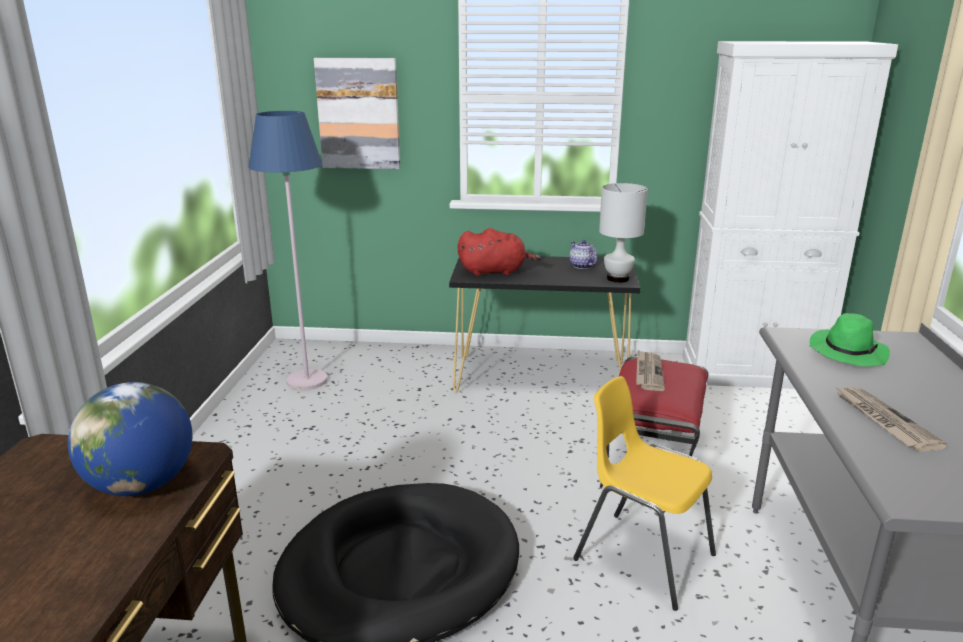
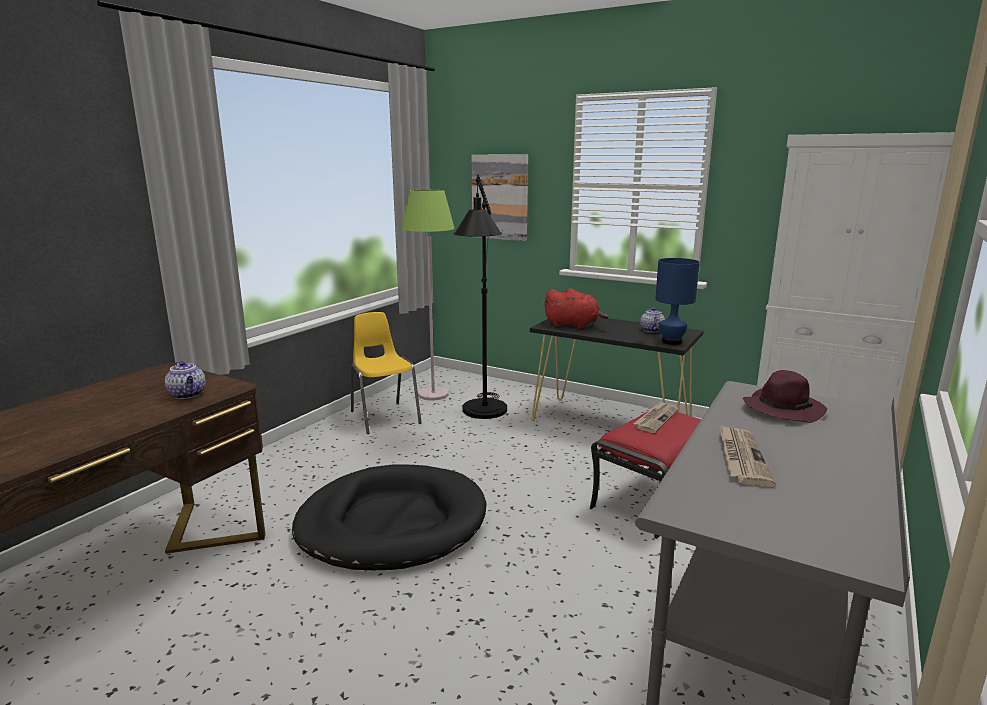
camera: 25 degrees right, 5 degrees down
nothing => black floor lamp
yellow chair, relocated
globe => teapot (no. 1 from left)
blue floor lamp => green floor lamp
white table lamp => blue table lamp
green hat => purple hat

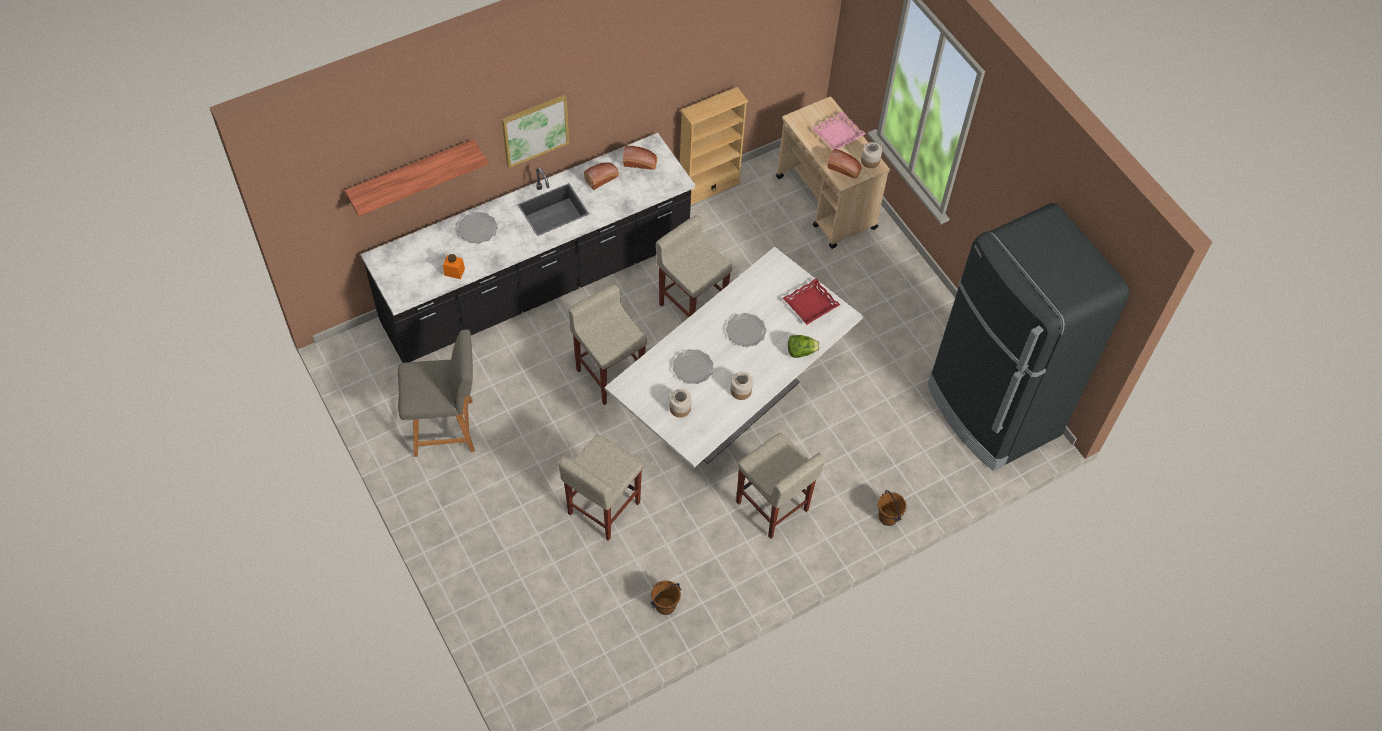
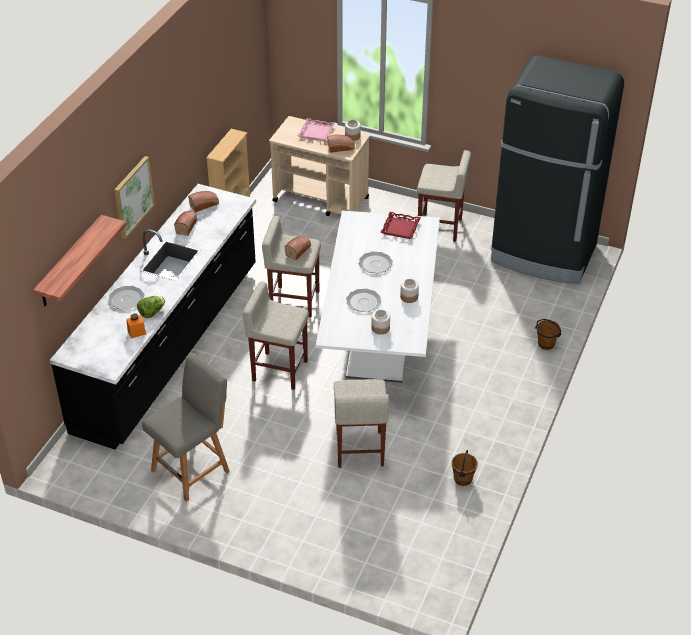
camera: 35 degrees left, 15 degrees down
nothing => bread (no. 3 from left)
beige stool (no. 4 from left), relocated
lettuce, relocated

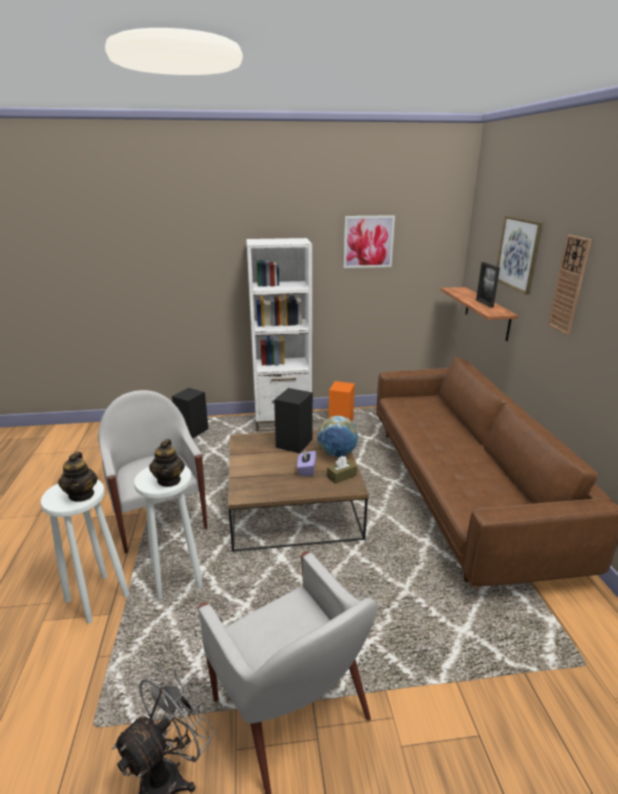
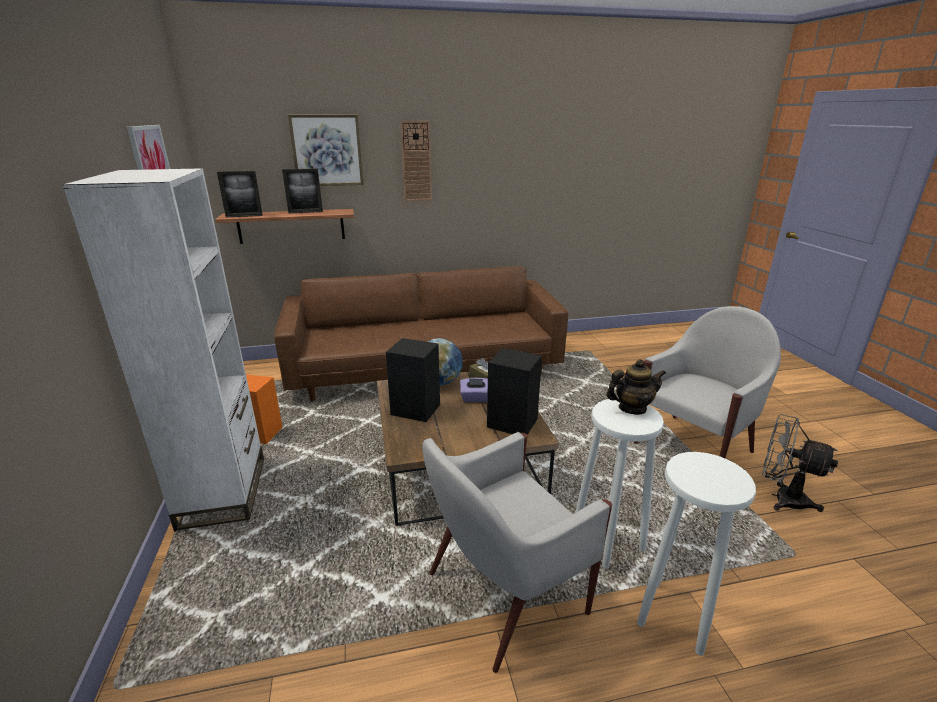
camera: 95 degrees left, 0 degrees up
teapot (no. 1 from left) => nothing
nothing => picture frame (no. 1 from left)
black speaker (no. 1 from left in the first image) => black speaker (no. 2 from left), relocated

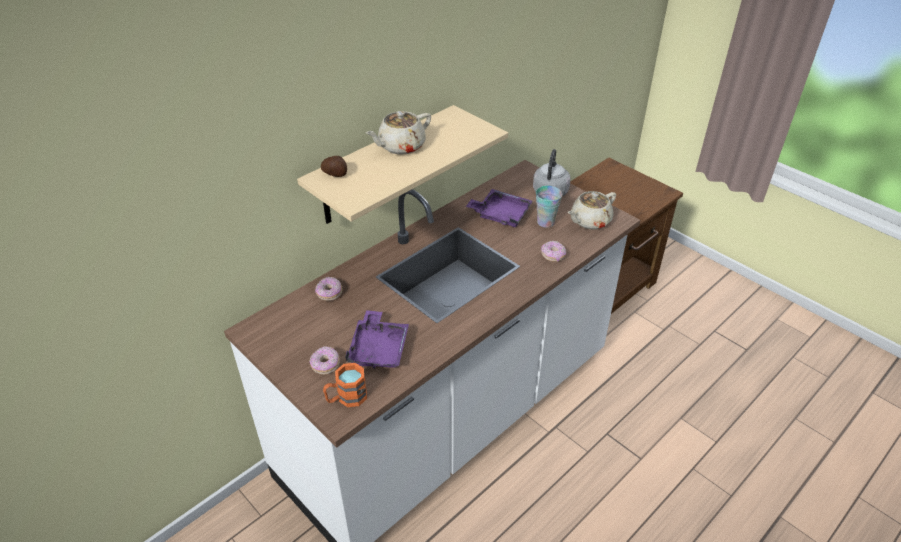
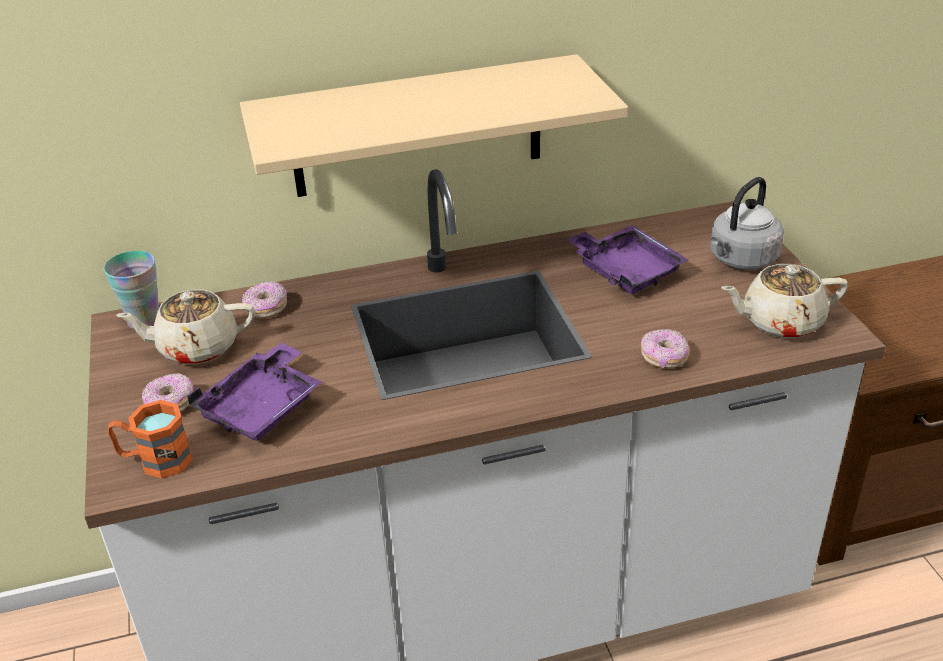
camera: 30 degrees right, 5 degrees down
potato => nothing
beige teapot (no. 1 from left), relocated
cup, relocated

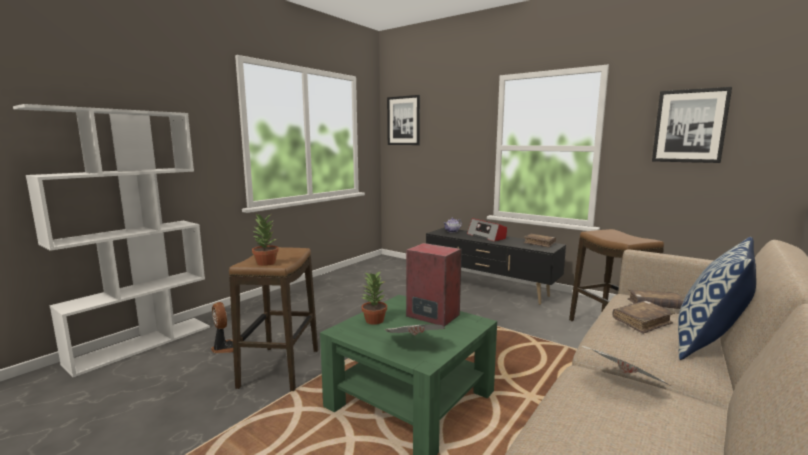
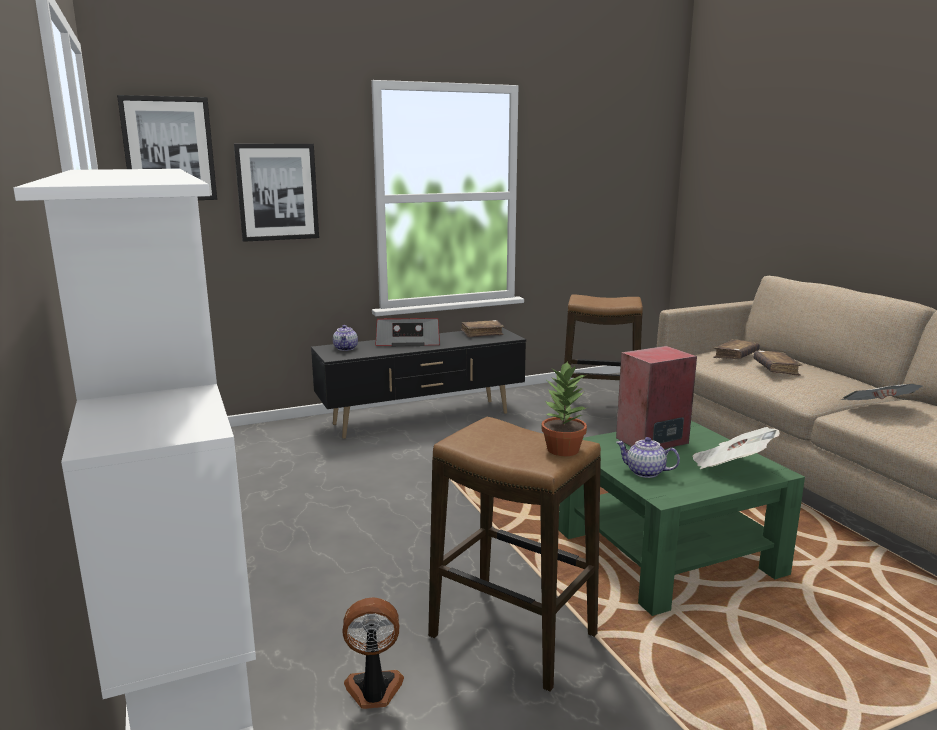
camera: 60 degrees left, 5 degrees up
pillow => nothing
picture (no. 2 from left), relocated
potted plant (no. 2 from left) => teapot (no. 2 from left)

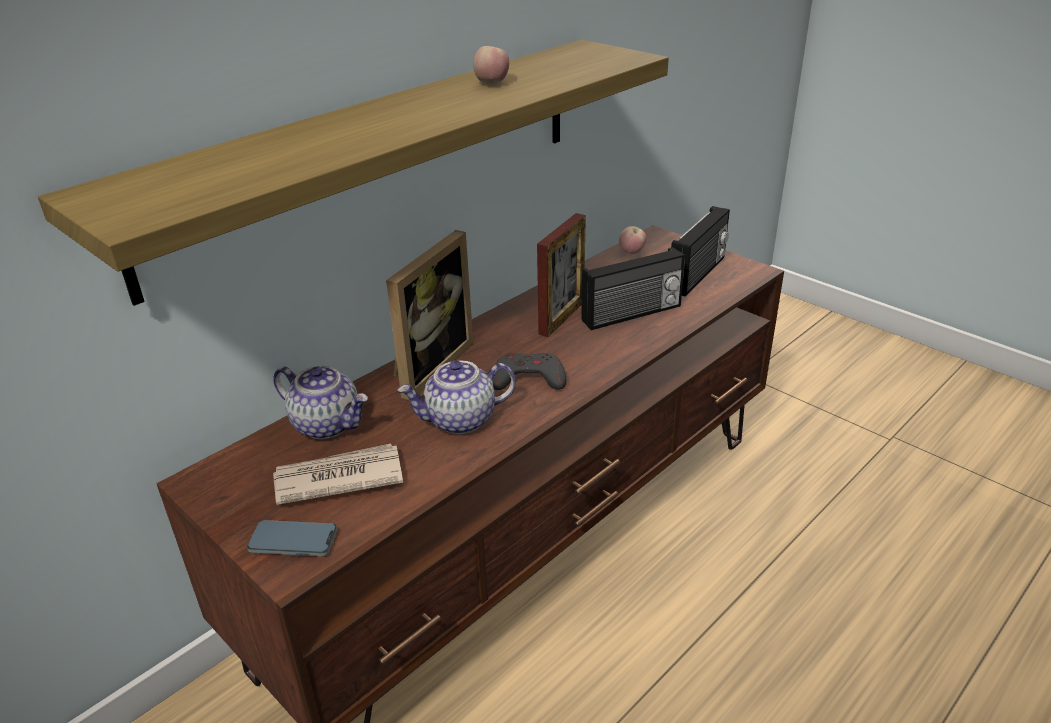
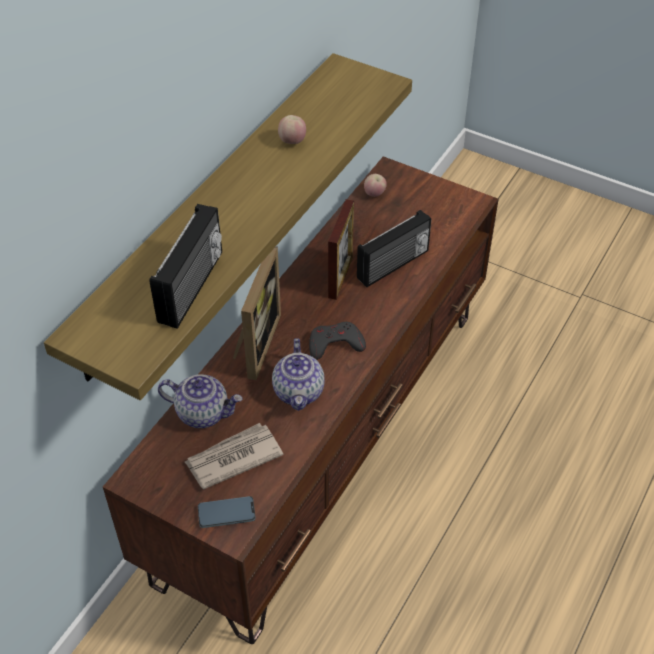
camera: 15 degrees left, 15 degrees up
radio (no. 2 from left in the first image) => radio (no. 1 from left), relocated
teapot (no. 2 from left), 60 degrees counterclockwise

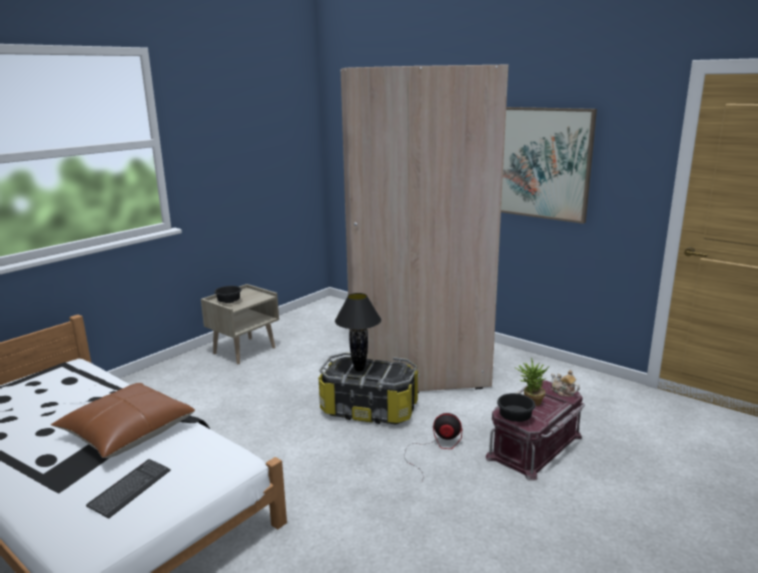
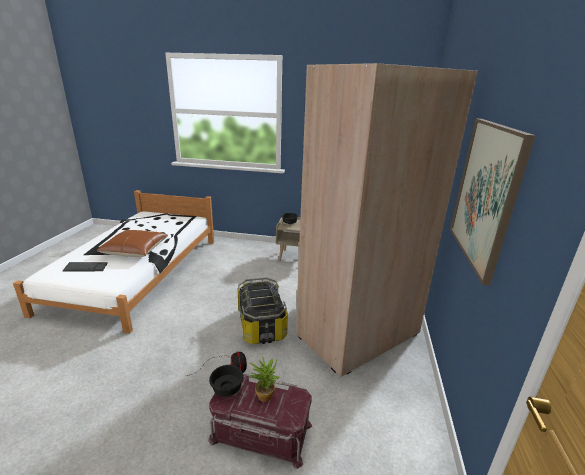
camera: 60 degrees right, 5 degrees up
black table lamp => nothing
teapot => nothing

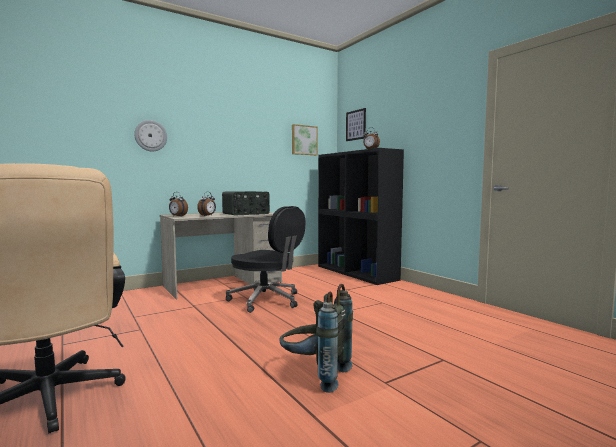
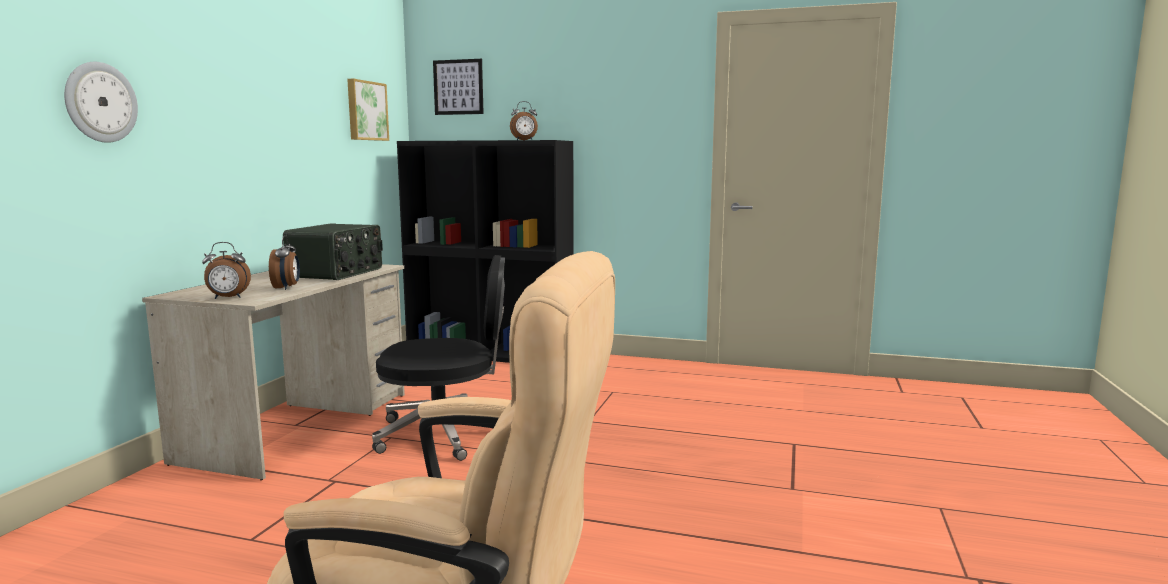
camera: 40 degrees left, 5 degrees up
grey backpack => nothing

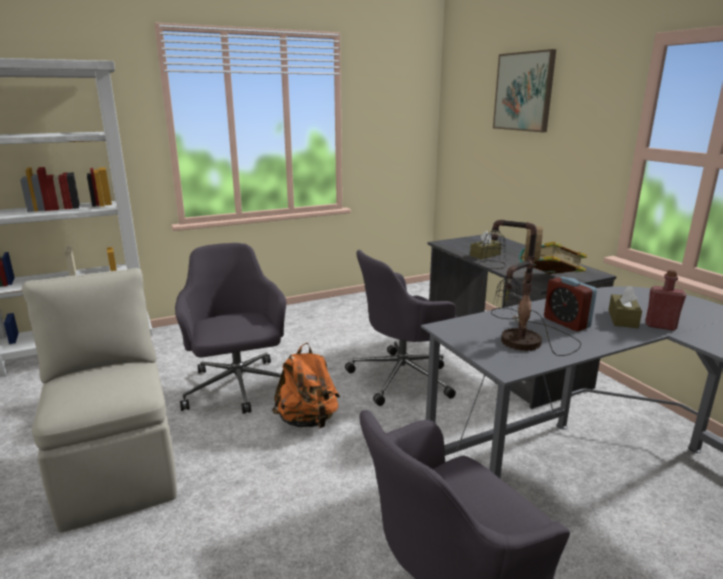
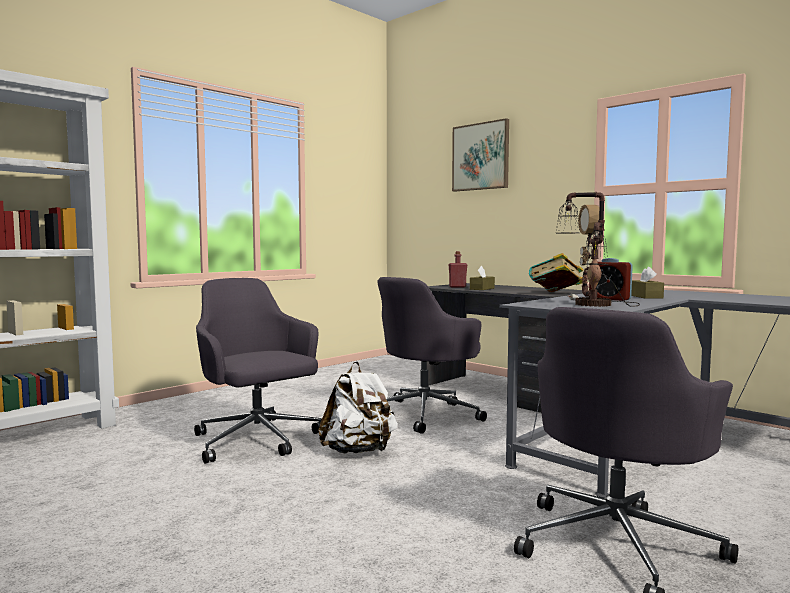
camera: 20 degrees left, 15 degrees down
beige chair => nothing
red bottle, relocated
orange backpack => white backpack

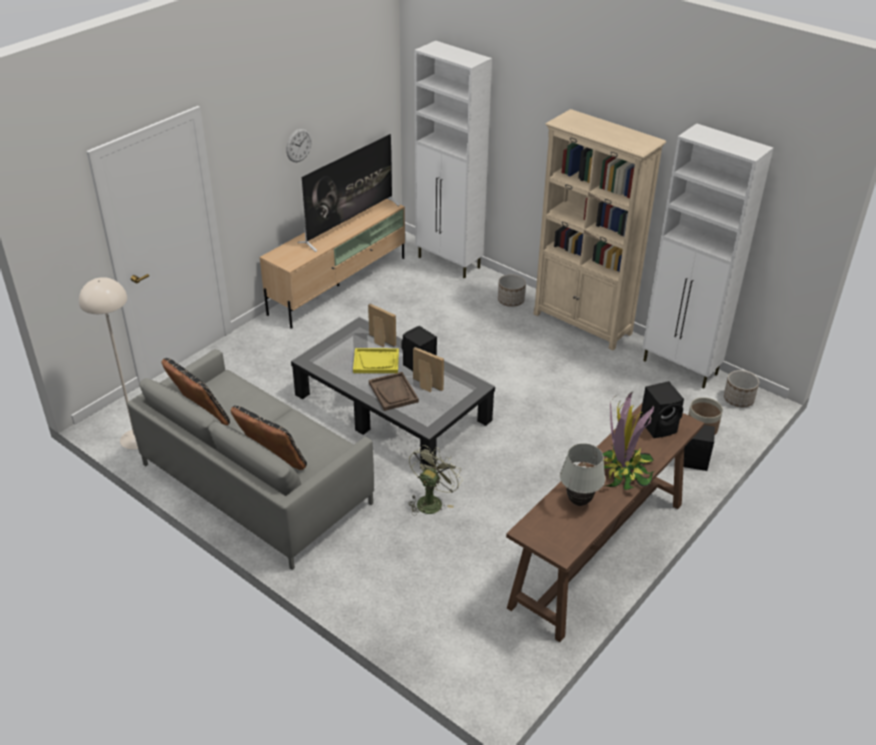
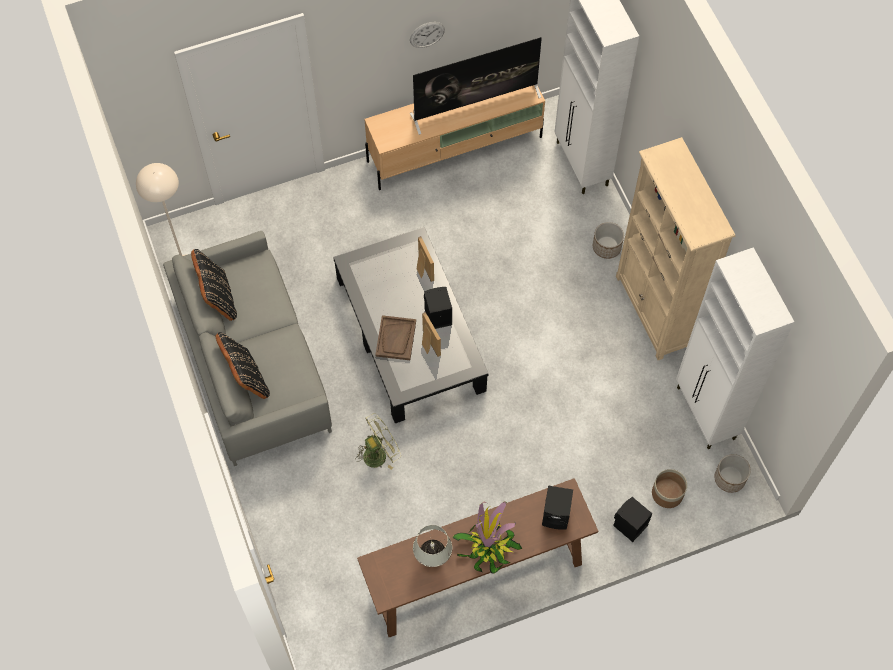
camera: 30 degrees right, 25 degrees up
yellow tray => nothing

